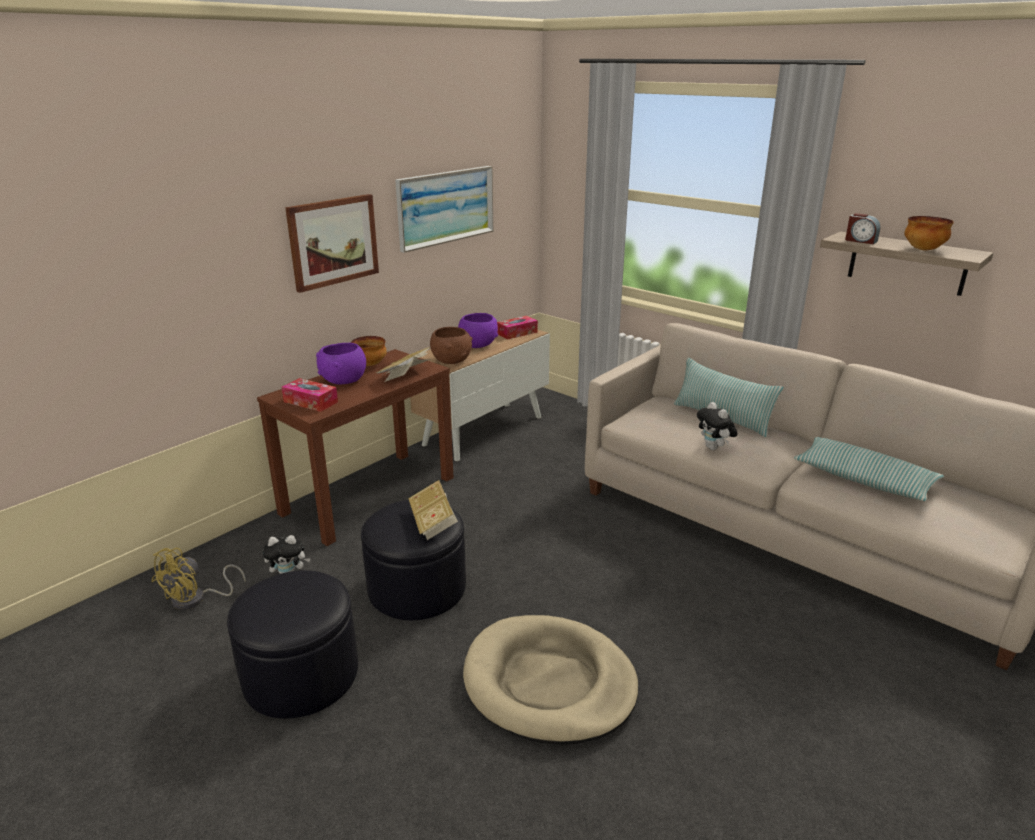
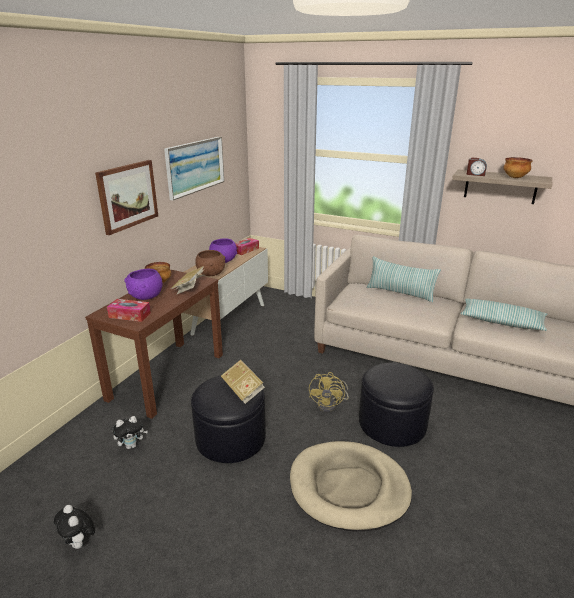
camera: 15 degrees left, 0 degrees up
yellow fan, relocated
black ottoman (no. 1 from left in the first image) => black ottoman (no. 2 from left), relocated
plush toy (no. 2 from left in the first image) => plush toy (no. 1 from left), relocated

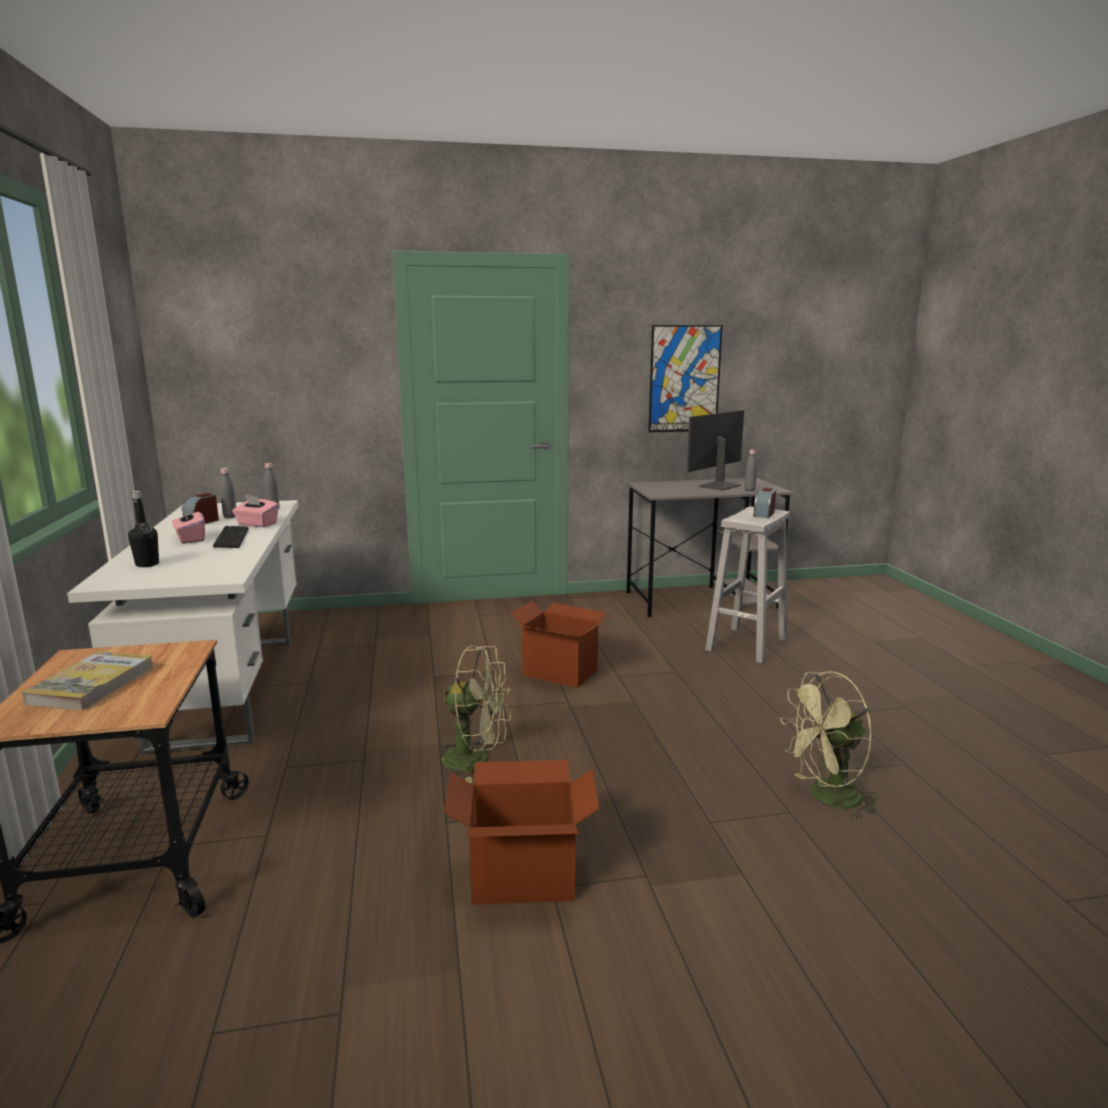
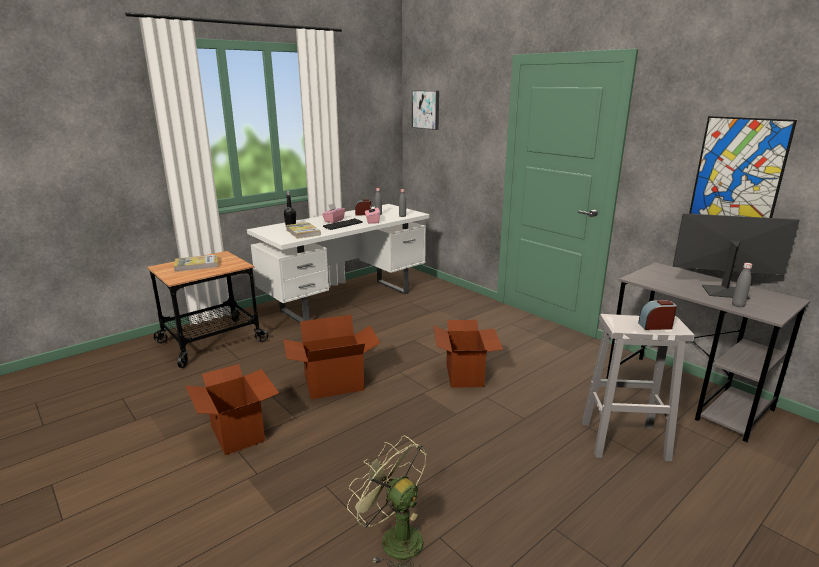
camera: 60 degrees right, 5 degrees up
nothing => book (no. 2 from left)
nothing => picture (no. 1 from left)
green fan (no. 1 from left) => cardboard box (no. 2 from left)

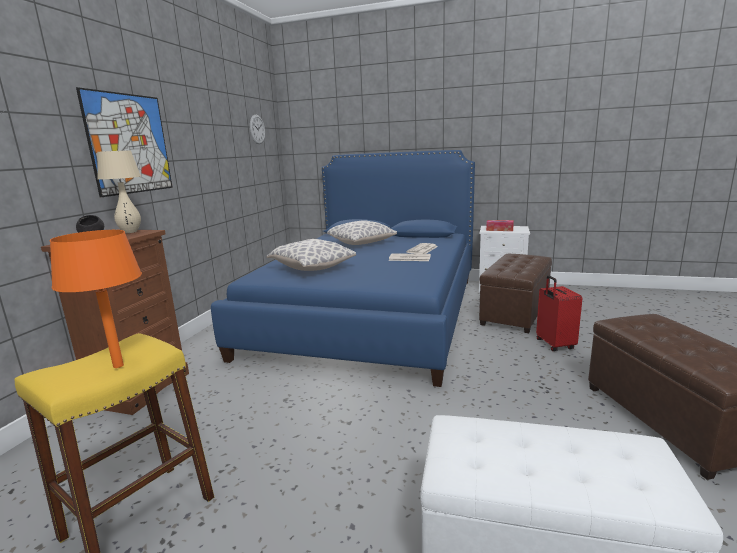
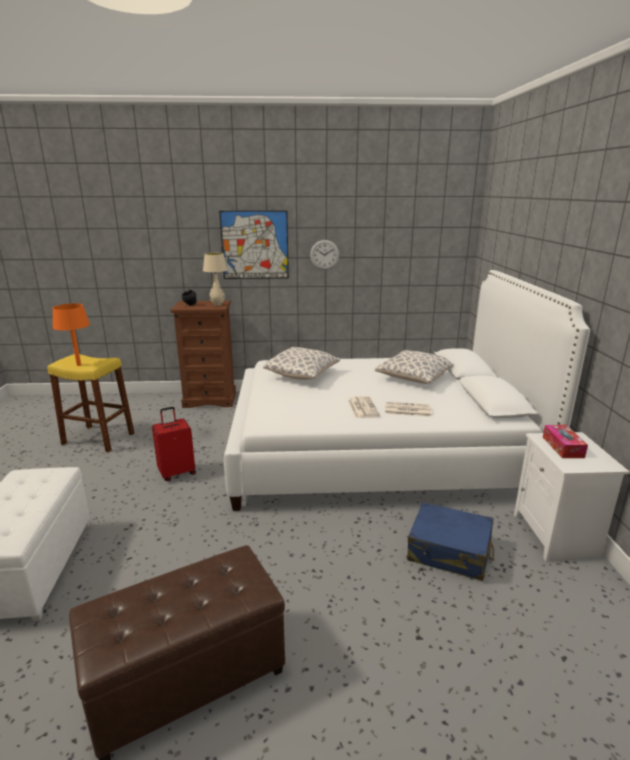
camera: 70 degrees right, 5 degrees up
wall clock, relocated
red suitcase, relocated
brown ottoman (no. 1 from left) => blue suitcase
blue bed => white bed

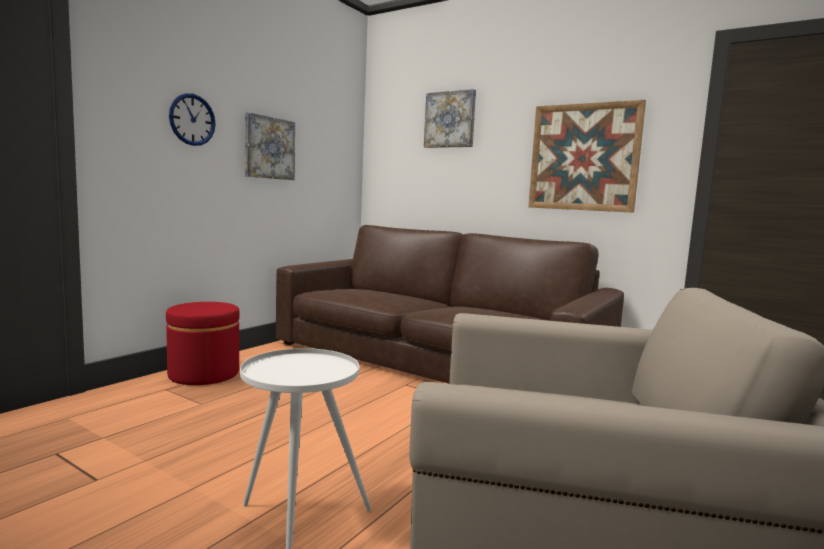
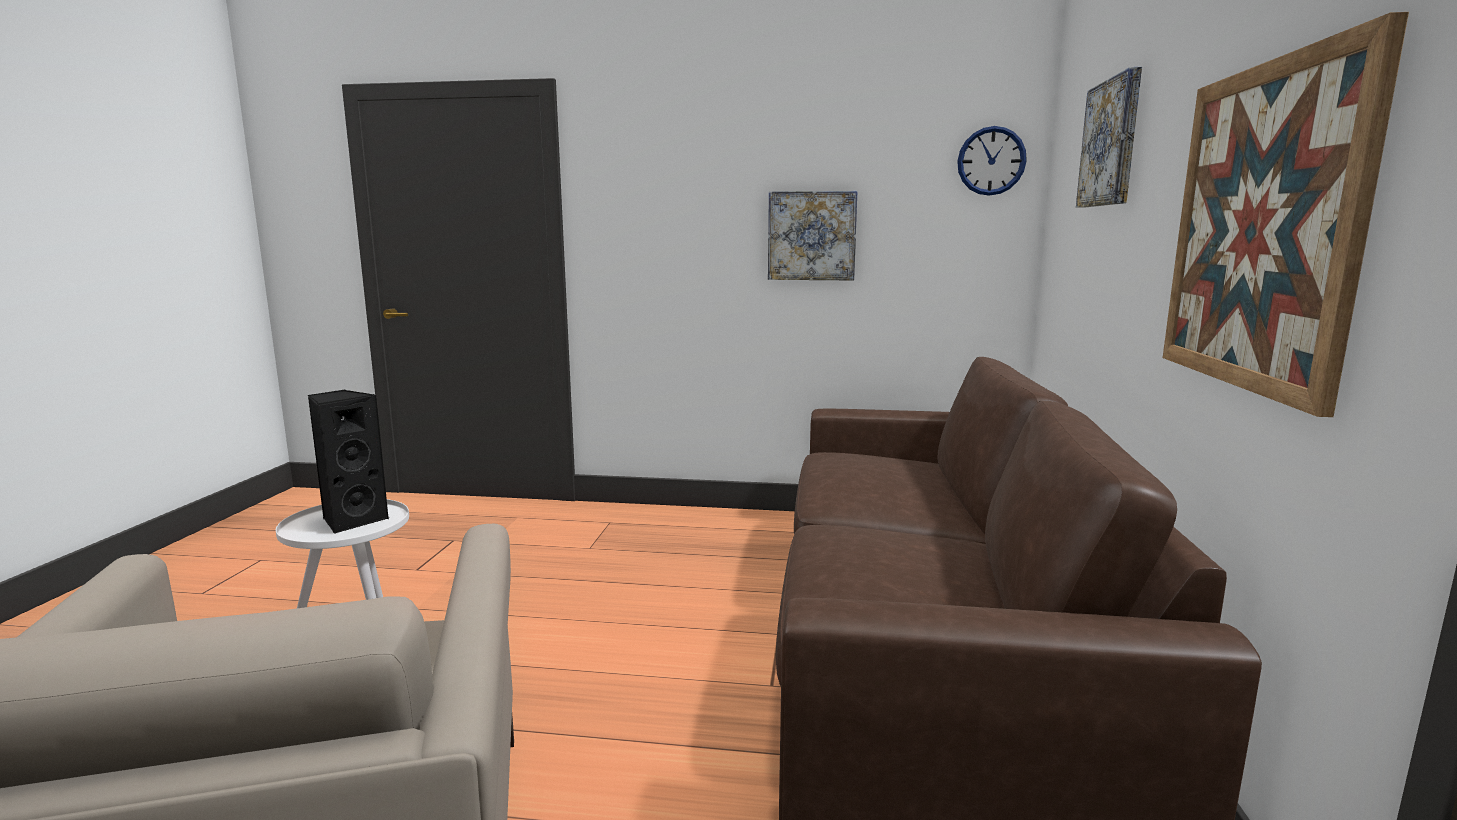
camera: 65 degrees right, 5 degrees up
red ottoman => nothing
nothing => black speaker
wall clock, relocated

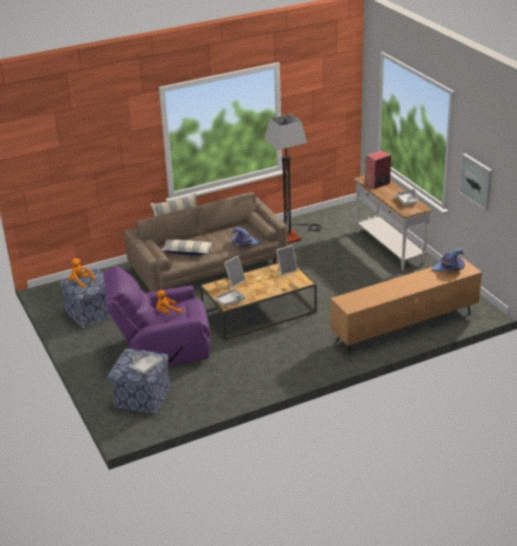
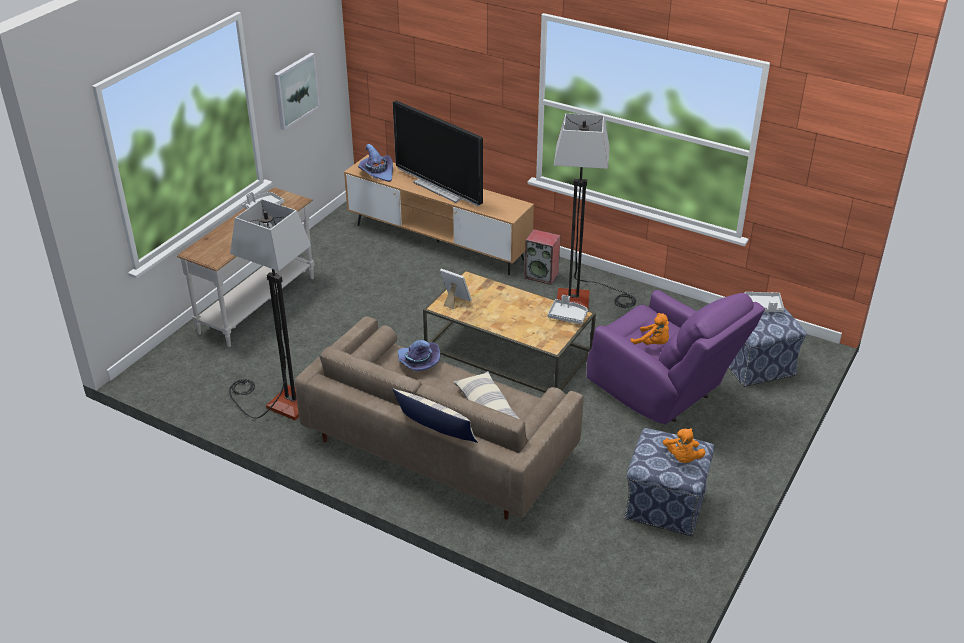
camera: 125 degrees left, 5 degrees up
picture frame (no. 1 from left) => nothing
nothing => television
nothing => floor lamp (no. 2 from left)
speaker, relocated

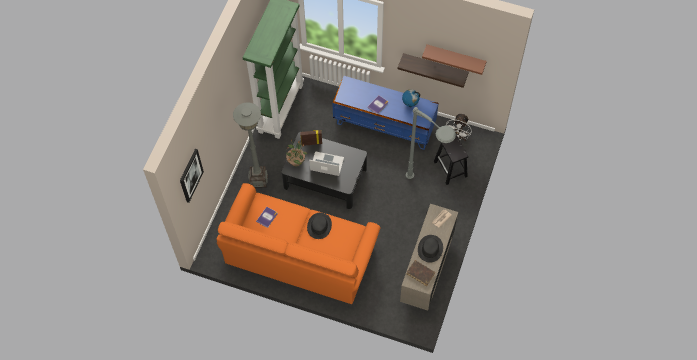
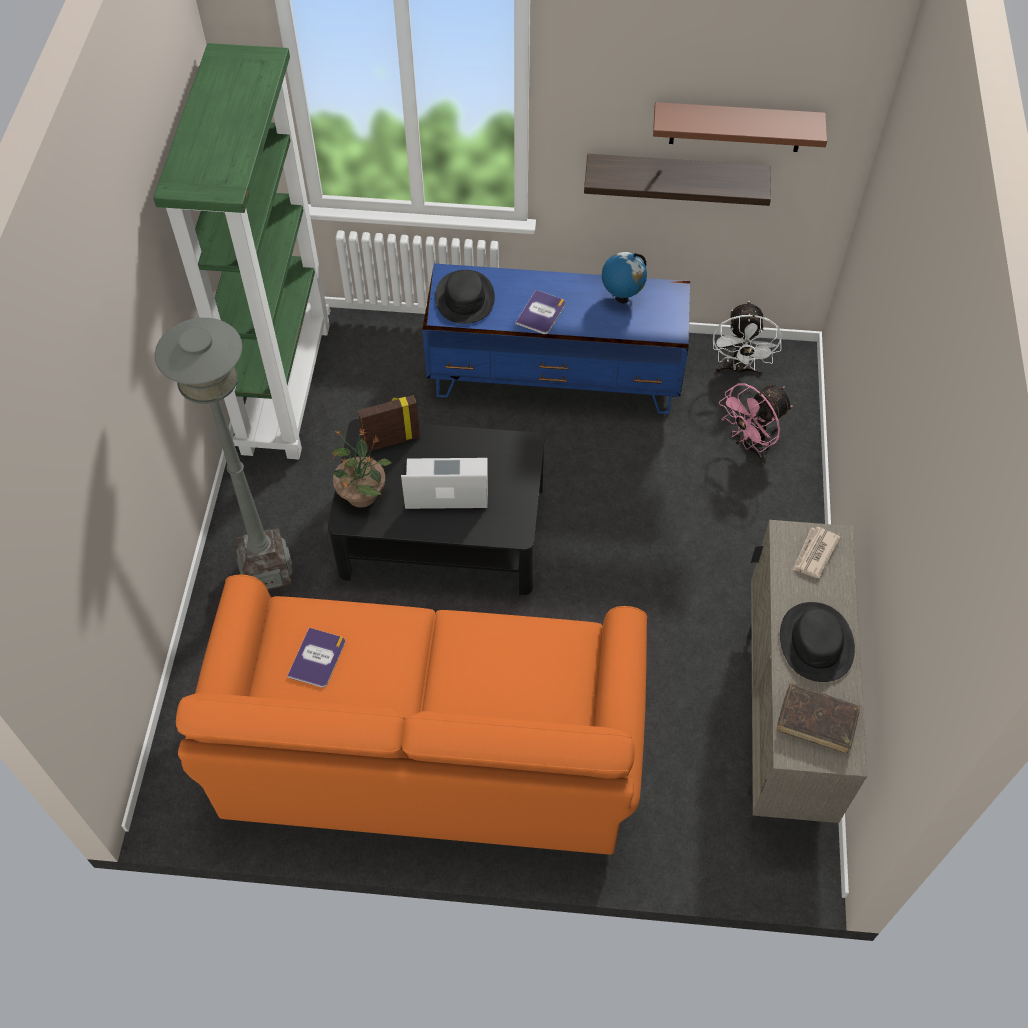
camera: 15 degrees left, 5 degrees down
picture => nothing
grey floor lamp (no. 2 from left) => nothing
black hat (no. 1 from left), relocated
black stool => pink fan

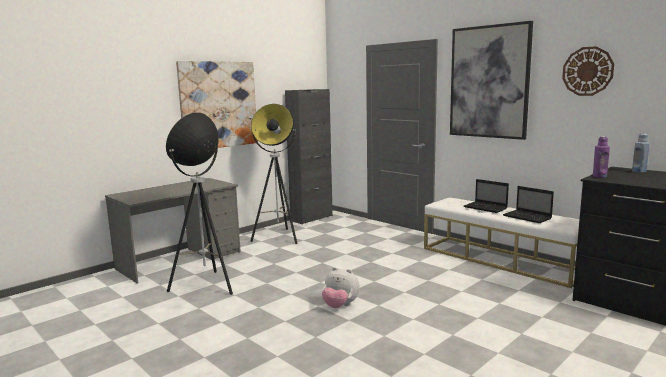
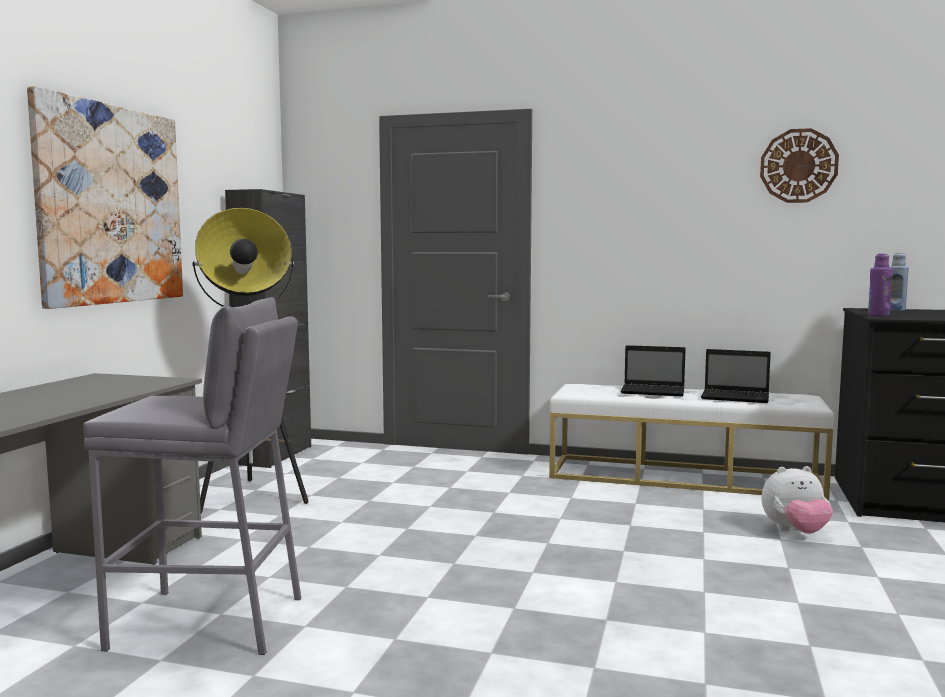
camera: 30 degrees left, 5 degrees down
picture (no. 2 from left) => nothing
plush toy, relocated
floor lamp (no. 1 from left) => grey stool

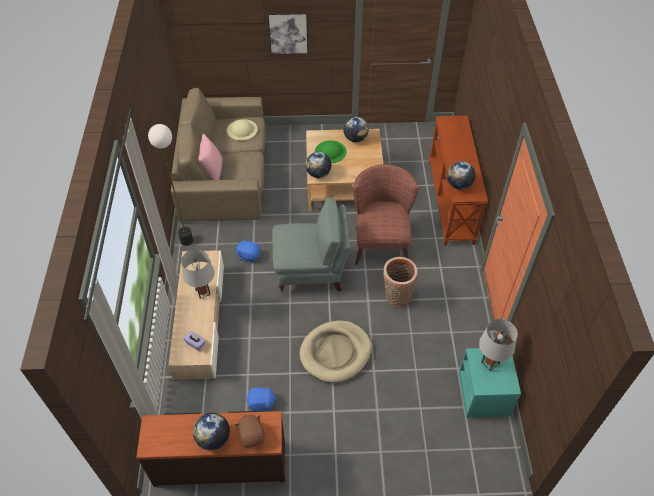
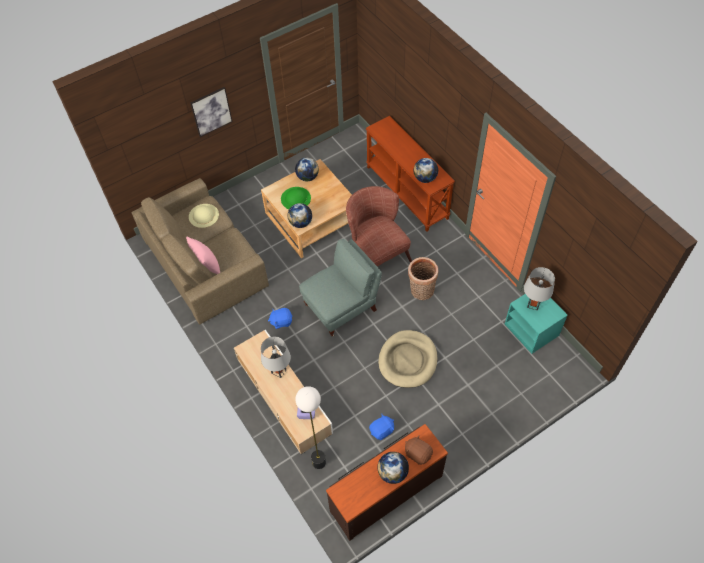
camera: 30 degrees left, 5 degrees up
floor lamp, relocated

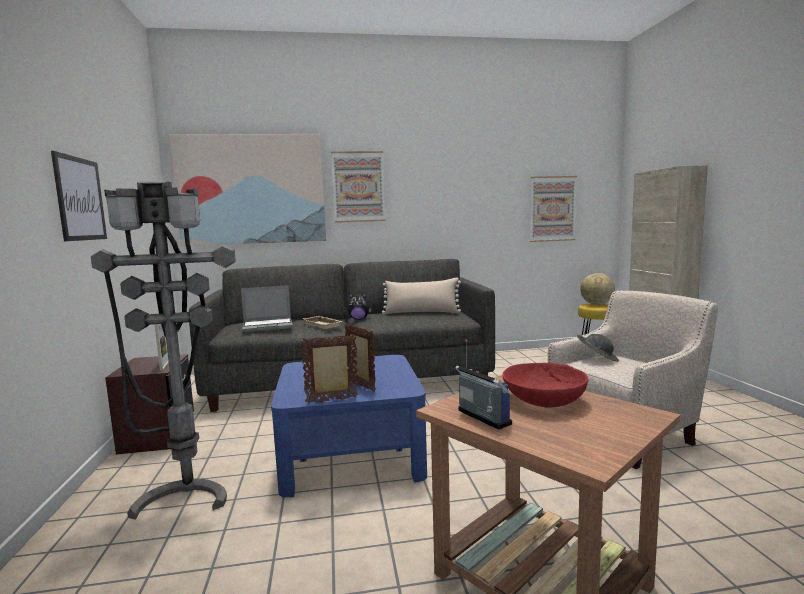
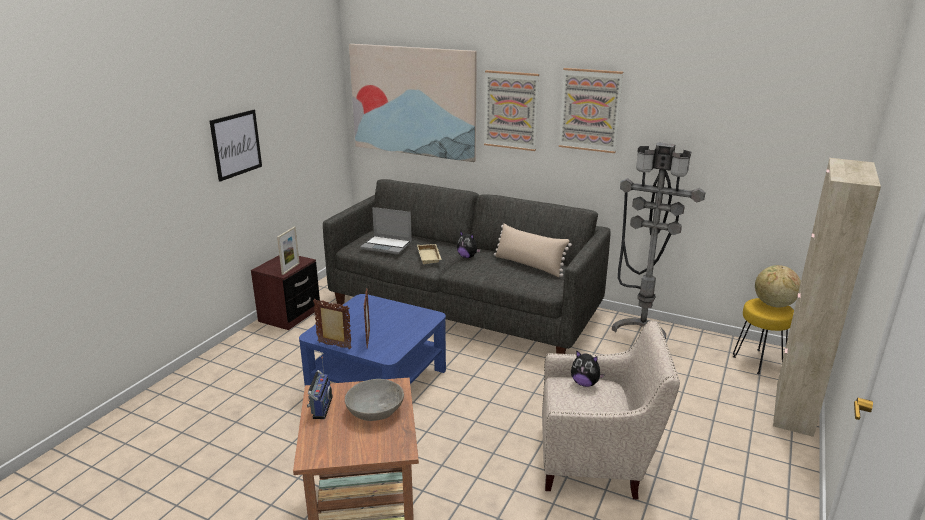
camera: 35 degrees right, 15 degrees up
grey floor lamp, relocated
picture (no. 4 from left), relocated
grey hat => plush toy (no. 2 from left)
red bowl => grey bowl

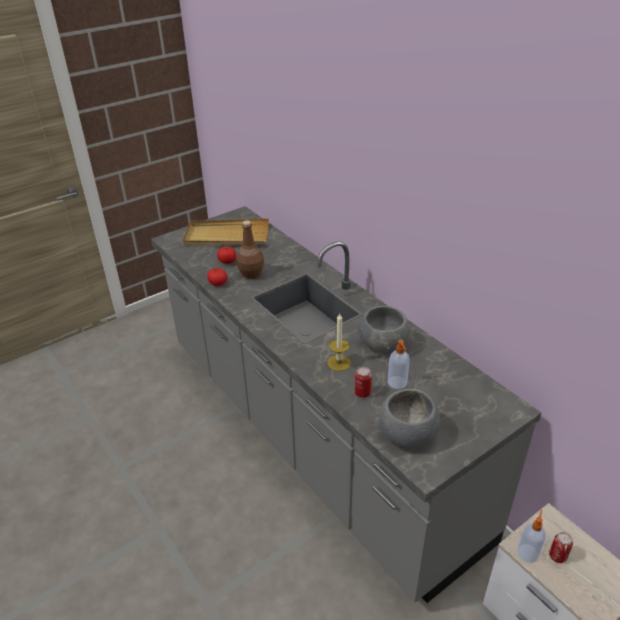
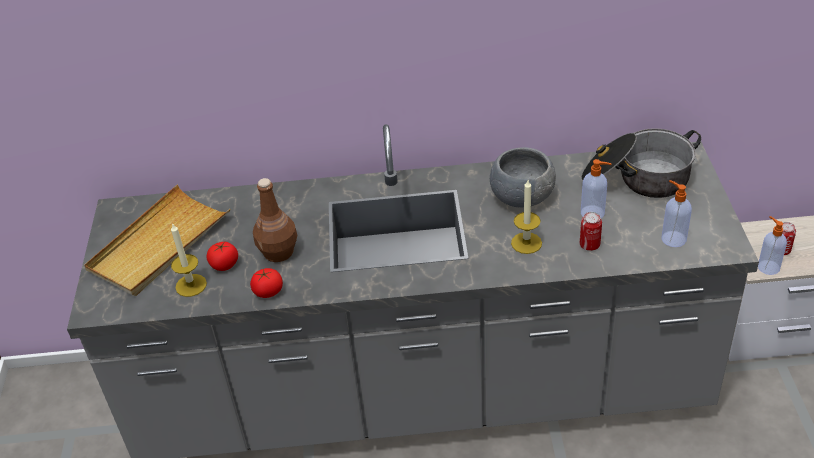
camera: 55 degrees left, 5 degrees up
nothing => candle (no. 1 from left)
nothing => cooking pot
grey bowl (no. 2 from left) => soap dispenser (no. 2 from left)

